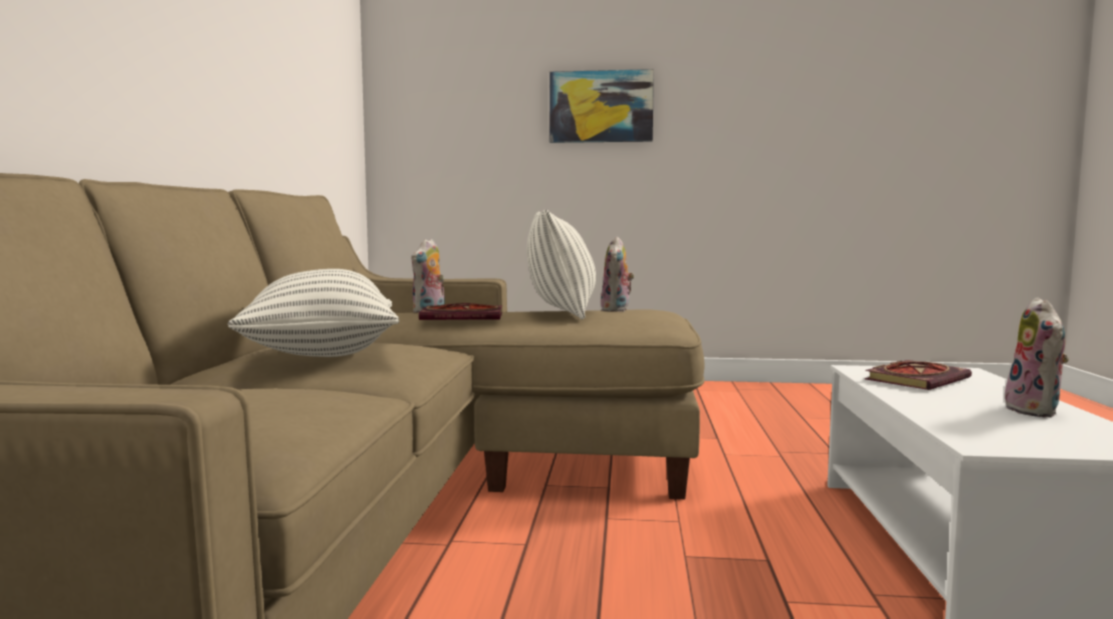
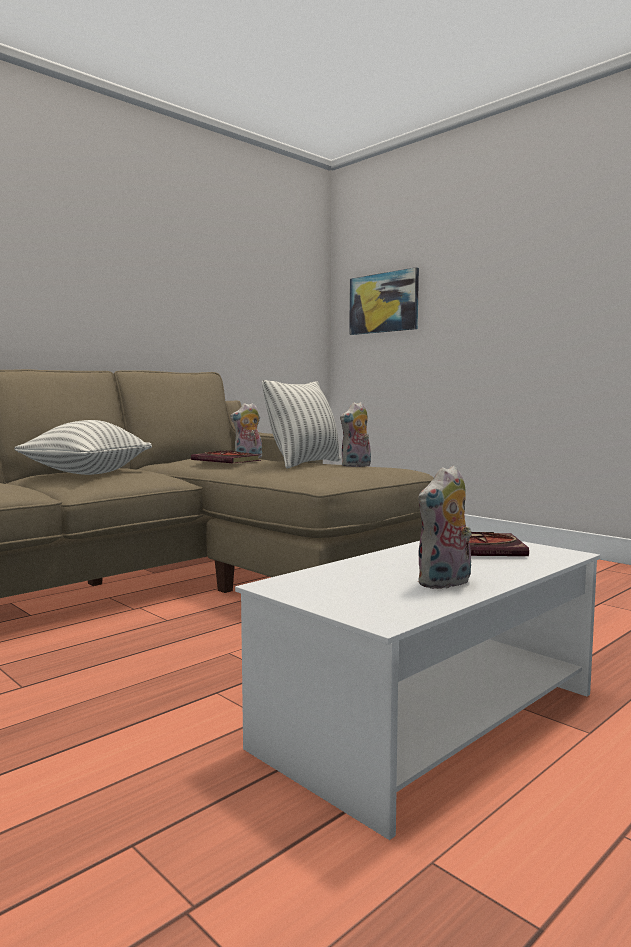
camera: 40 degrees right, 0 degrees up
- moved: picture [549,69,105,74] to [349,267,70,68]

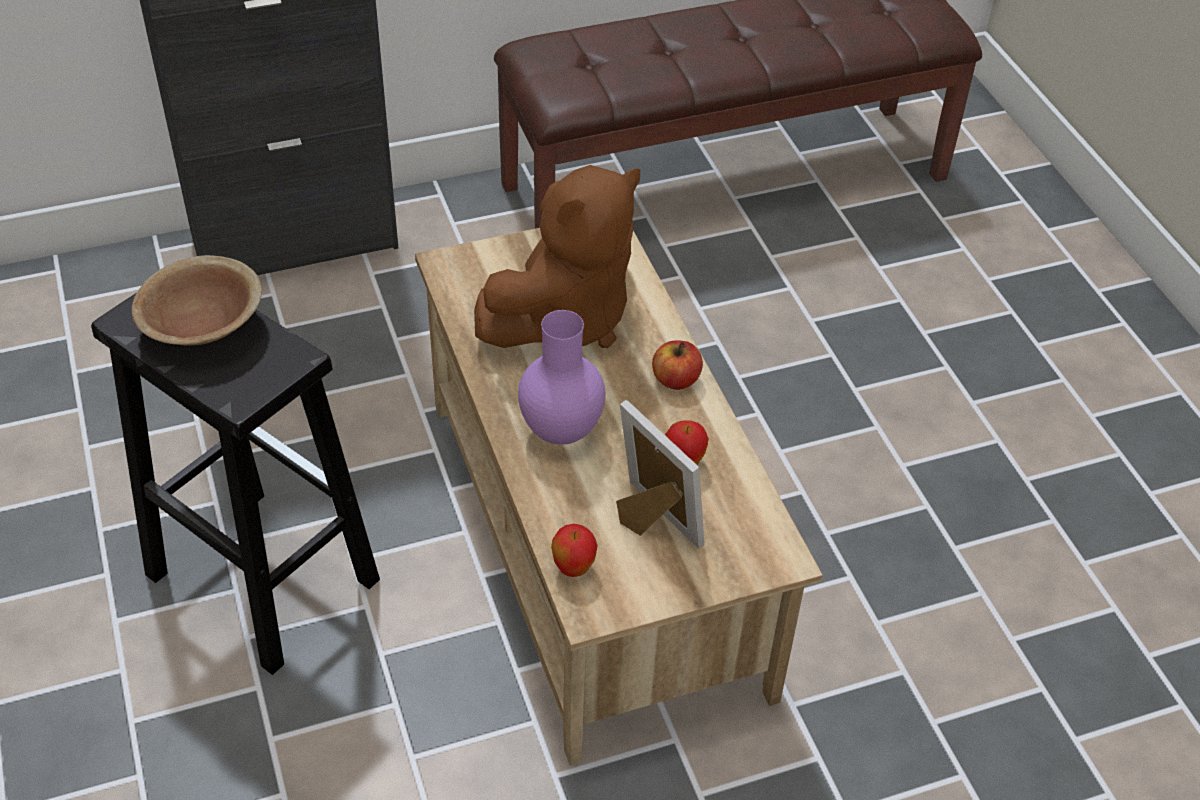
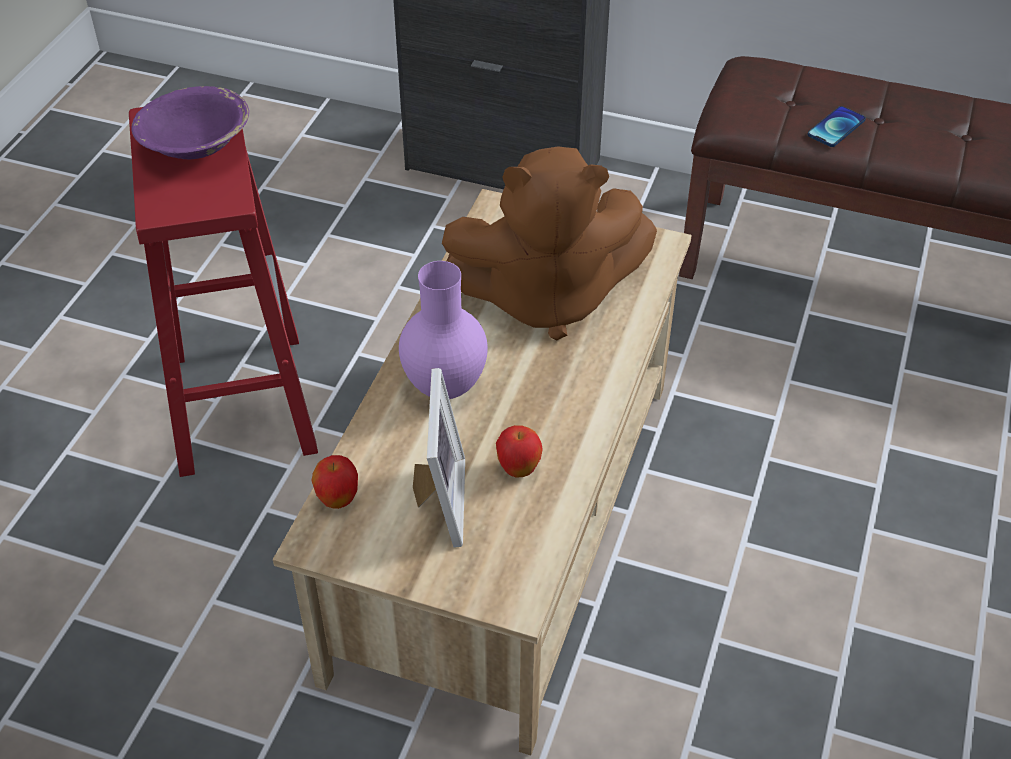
camera: 40 degrees right, 0 degrees up
- removed: apple [652,341,51,49]
- added: phone [807,106,59,41]
- recoloured: black stool [91,293,289,382] to red stool [129,107,189,370]
- recoloured: brown bowl [132,255,130,91] to purple bowl [131,86,118,74]

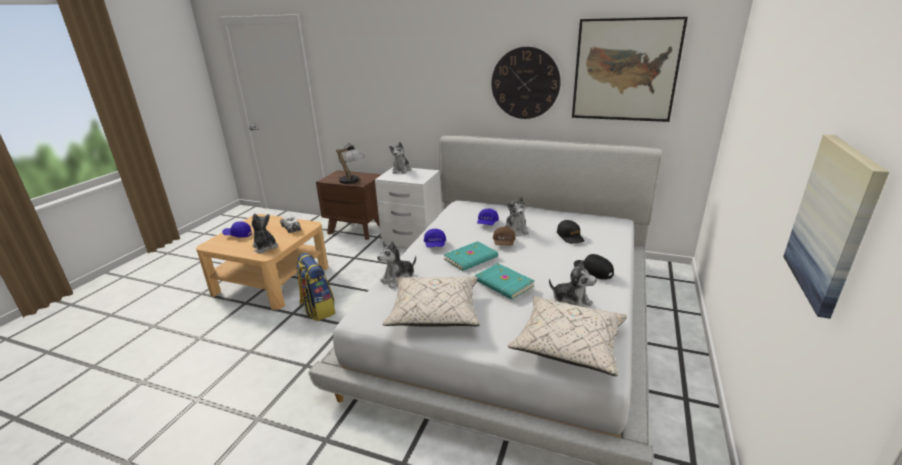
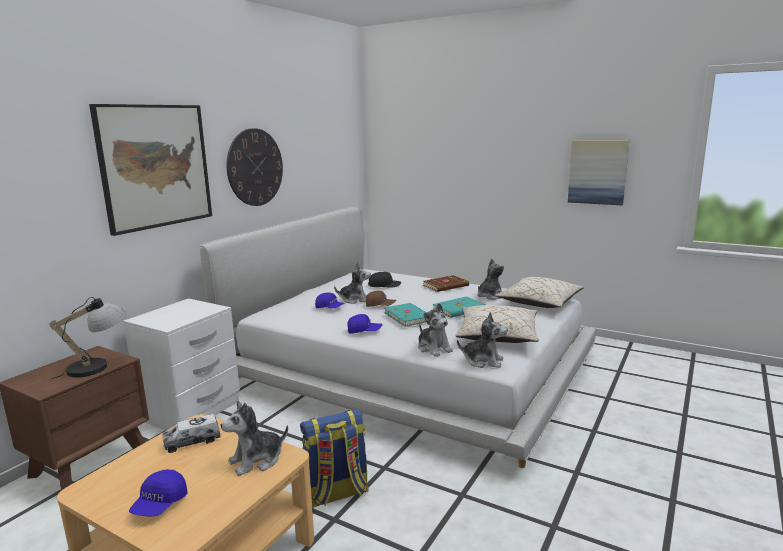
camera: 80 degrees left, 10 degrees down
- moved: plush toy [389,142,22,32] to [457,312,51,56]
- moved: picture [572,17,116,105] to [89,104,123,132]
- replaced: black cap [574,254,40,26] to brown book [423,275,46,17]

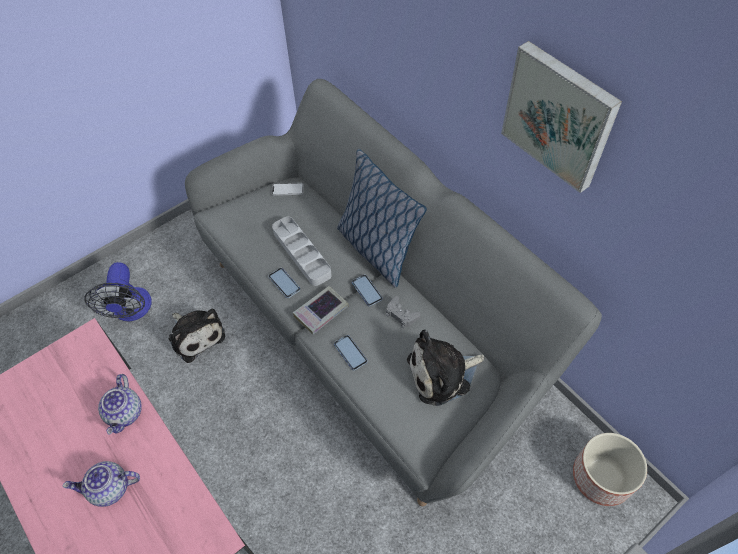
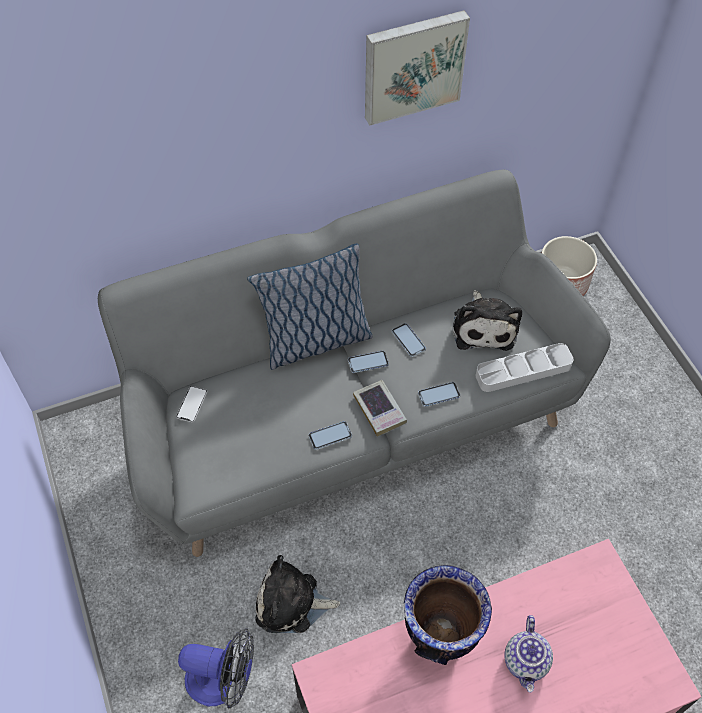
camera: 75 degrees left, 0 degrees up
- moved: grey tray [272,217,60,69] to [476,343,97,49]
- replaced: teapot [98,374,44,61] to vase [404,565,88,100]
- replaced: grey game controller [386,296,34,33] to phone [392,323,34,34]
- turned: plush toy [169,308,56,55] = [255,555,85,78] 150 degrees counterclockwise

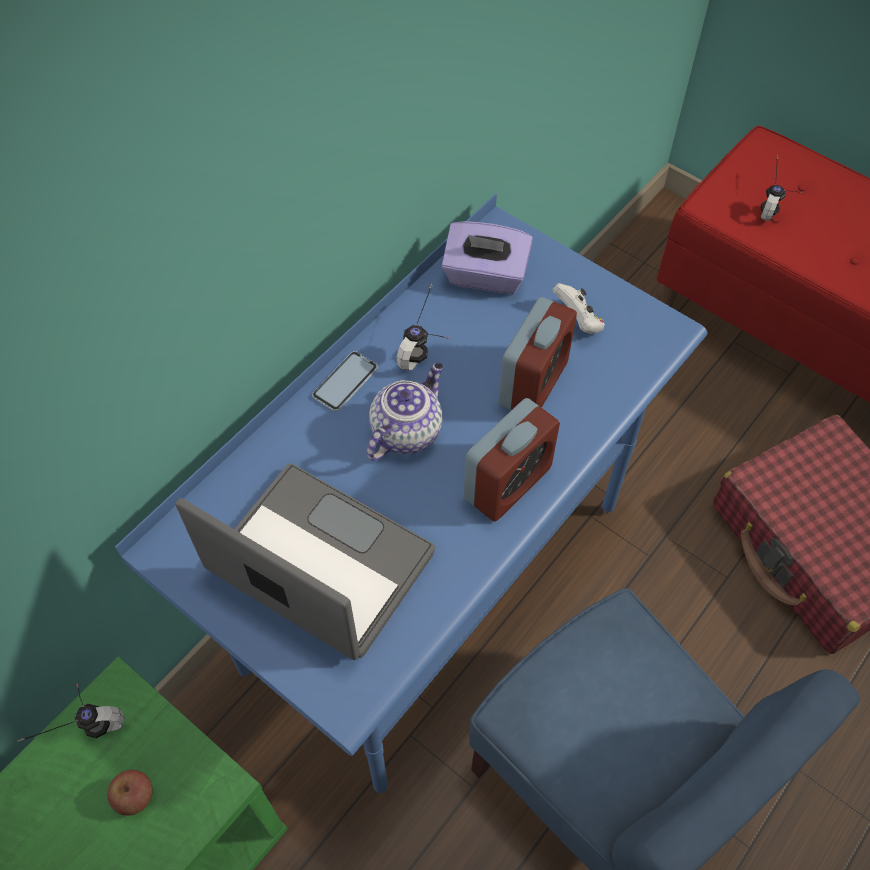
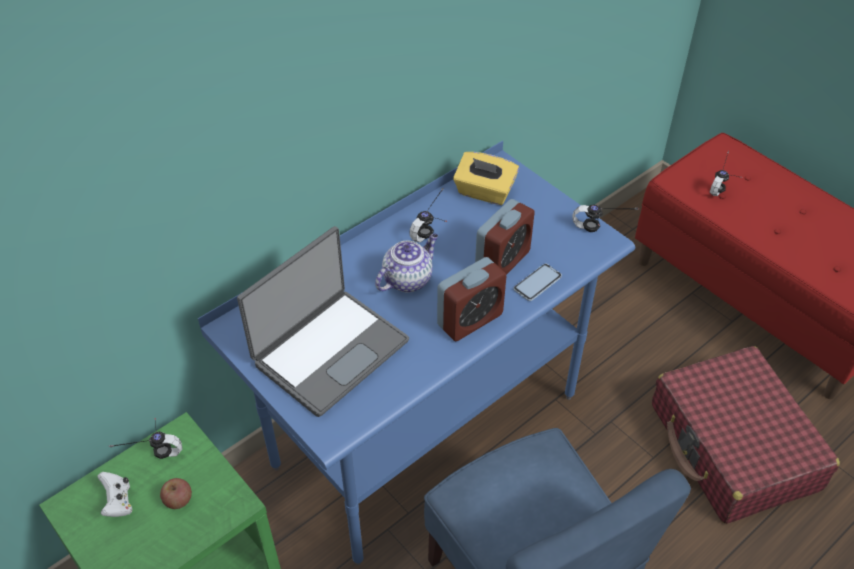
camera: 10 degrees right, 10 degrees down
- added: headphones [572,204,67,28]
- moved: phone [312,351,66,61] to [514,264,48,37]
- moved: white game controller [552,283,53,51] to [98,472,34,45]
- recoloured: purple tissue box [442,221,91,73] to yellow tissue box [453,152,66,53]
- turned: laptop [176,463,259,197] = [237,226,172,191] 90 degrees clockwise

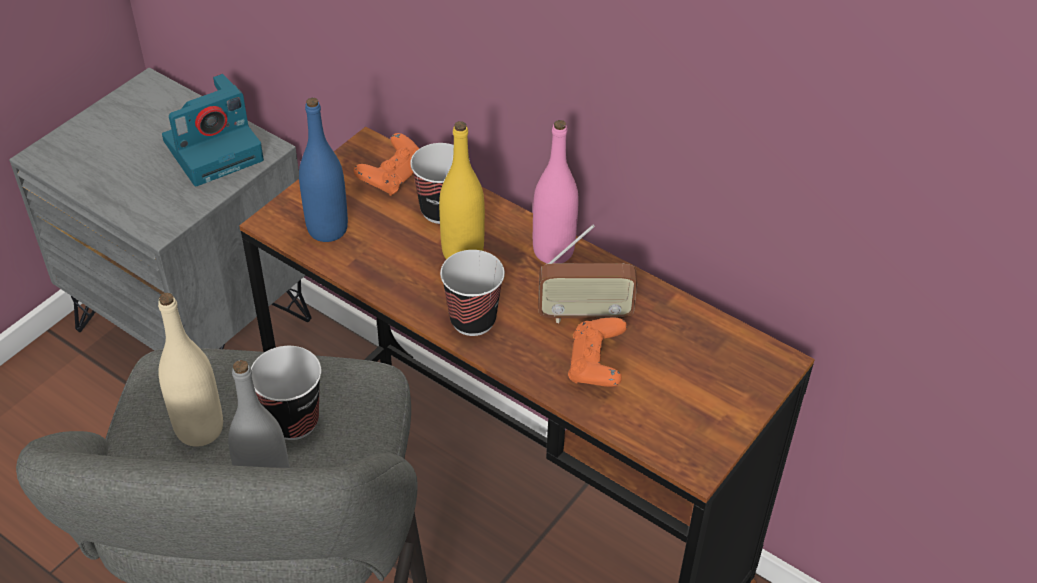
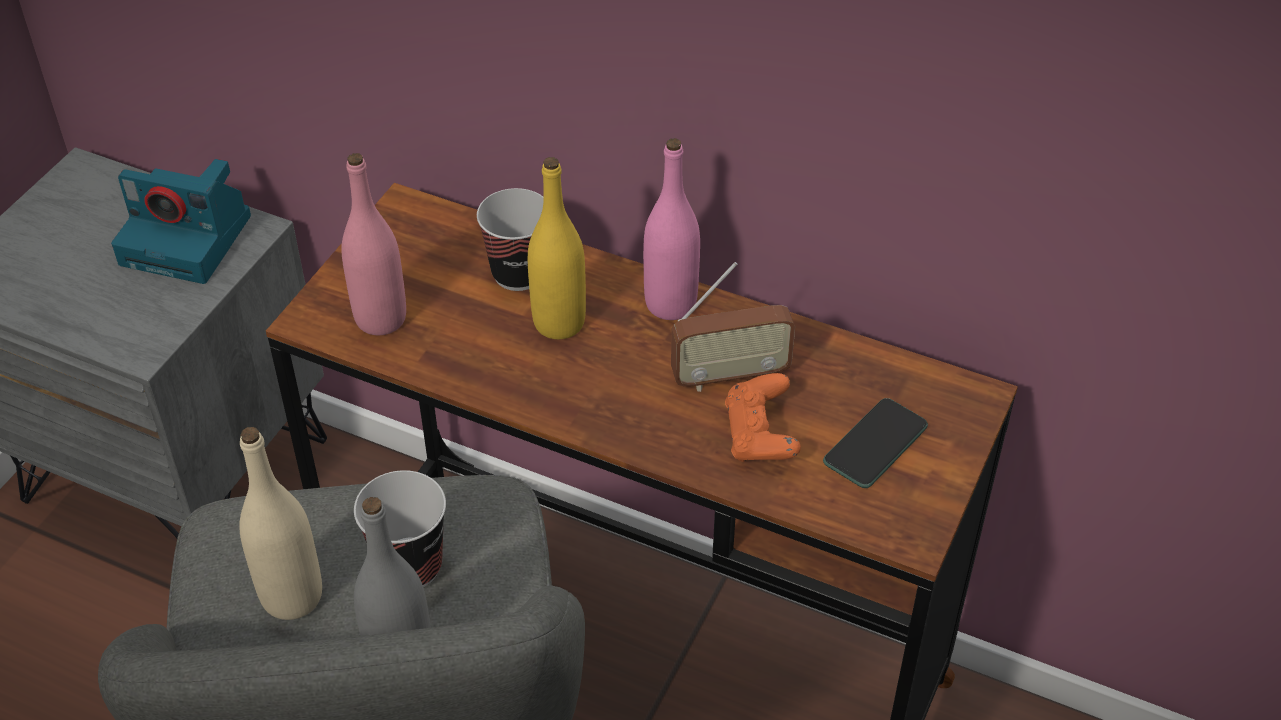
camera: 10 degrees left, 0 degrees up
- removed: orange game controller [354,133,66,63]
- removed: cup [440,250,65,86]
- added: phone [823,398,105,90]
- recoloured: blue bottle [299,98,49,144] to pink bottle [342,153,64,182]
- turned: photo camera [162,74,102,112] = [111,159,140,125] 60 degrees clockwise

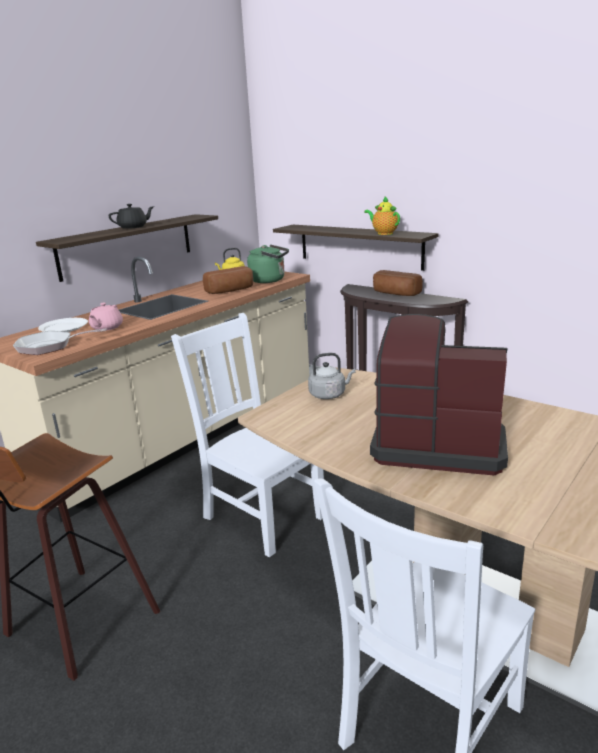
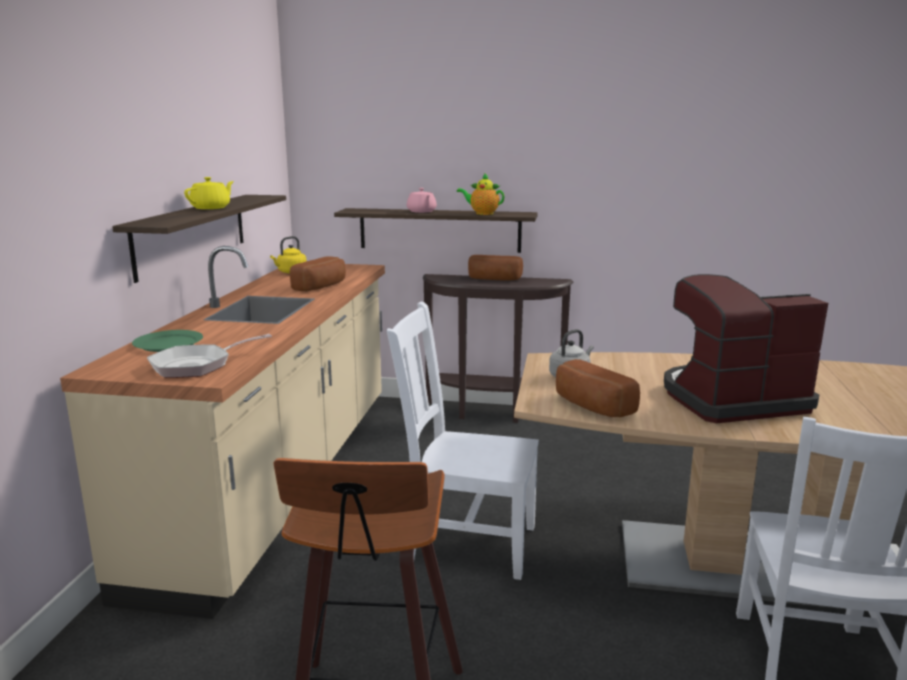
camera: 30 degrees left, 5 degrees down
- removed: green kettle [247,245,42,38]
- added: bread [556,359,84,58]
- moved: pink teapot [89,303,34,28] to [407,188,30,25]
- recoloured: white plate [38,318,50,14] to green plate [132,330,71,22]
- recoloured: black teapot [109,204,45,25] to yellow teapot [184,177,50,32]

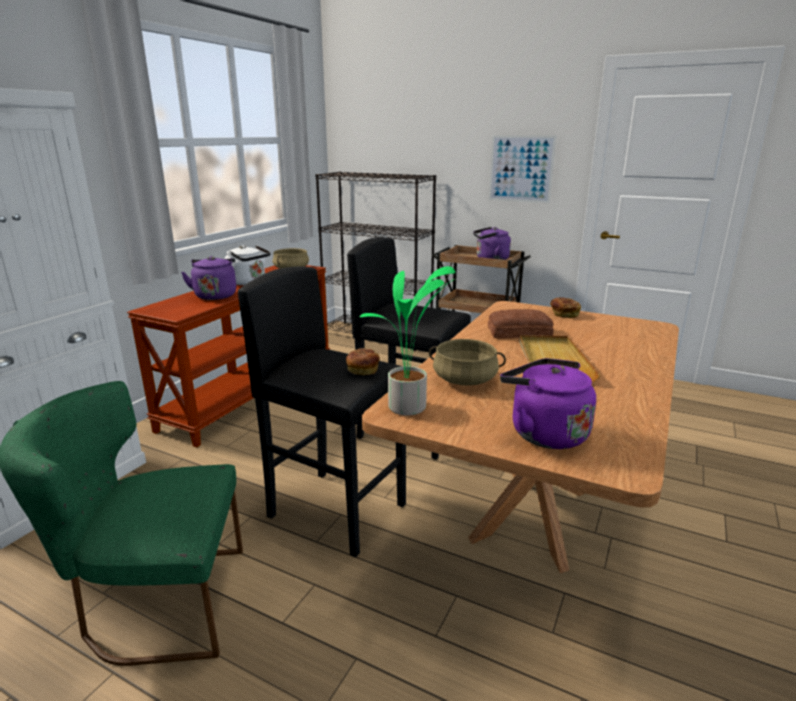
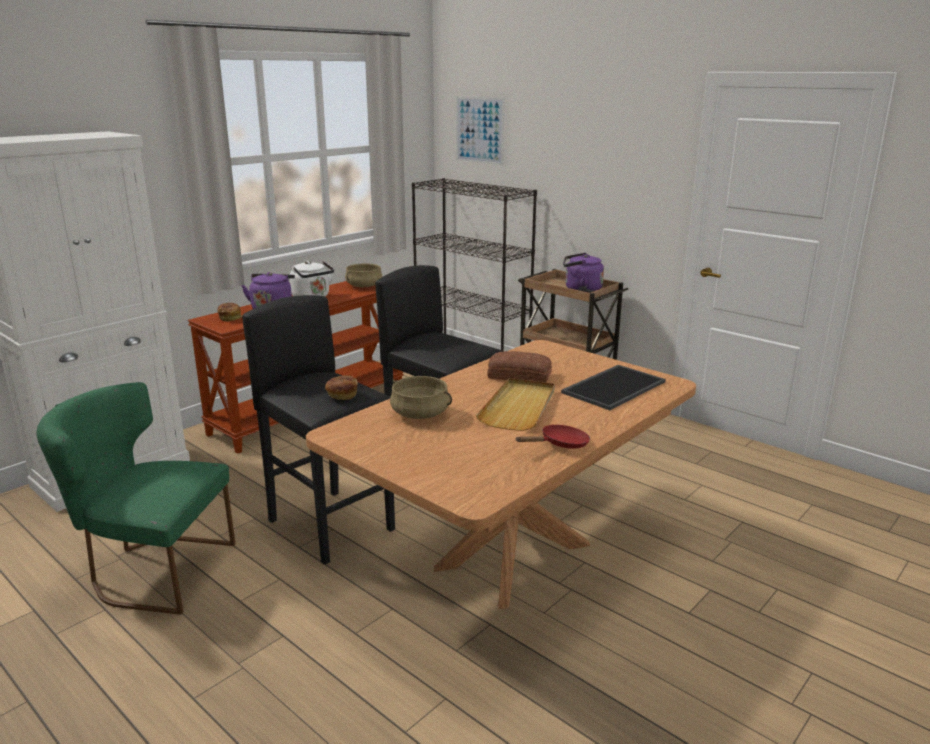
camera: 15 degrees right, 0 degrees up
- removed: potted plant [360,266,95,150]
- removed: purple kettle [500,358,96,91]
- added: red frying pan [515,424,75,25]
- added: tray [561,365,105,45]
- moved: picture [489,135,67,68] to [456,96,49,69]
- moved: bread [550,297,31,21] to [217,303,25,18]

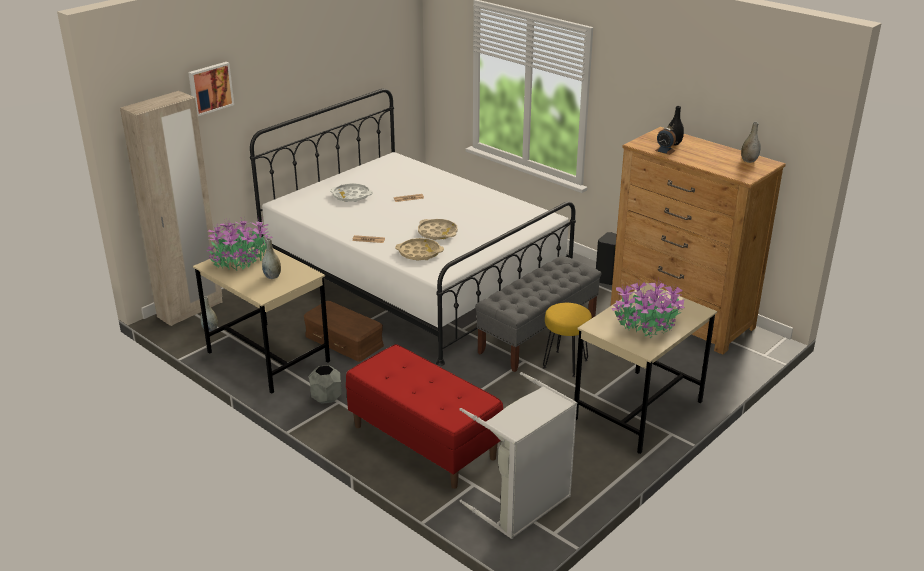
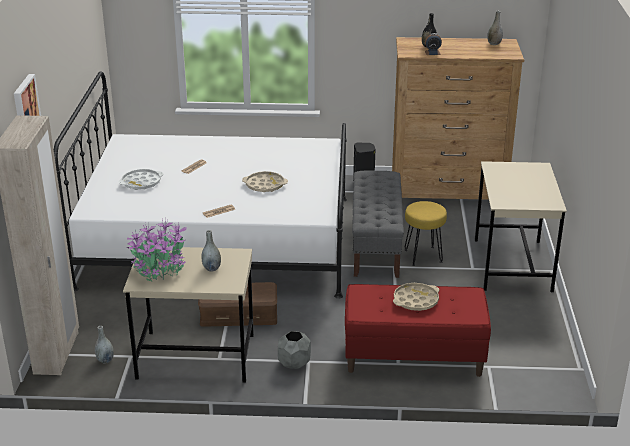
camera: 40 degrees left, 0 degrees up
- removed: grey laundry basket [459,372,118,167]
- removed: potted plant [612,279,73,59]
- moved: beige tray [395,238,49,23] to [393,283,46,28]

